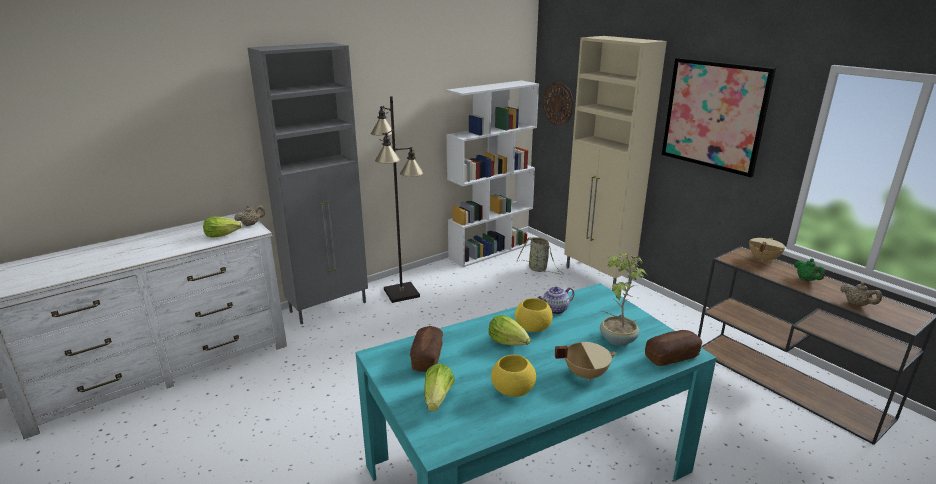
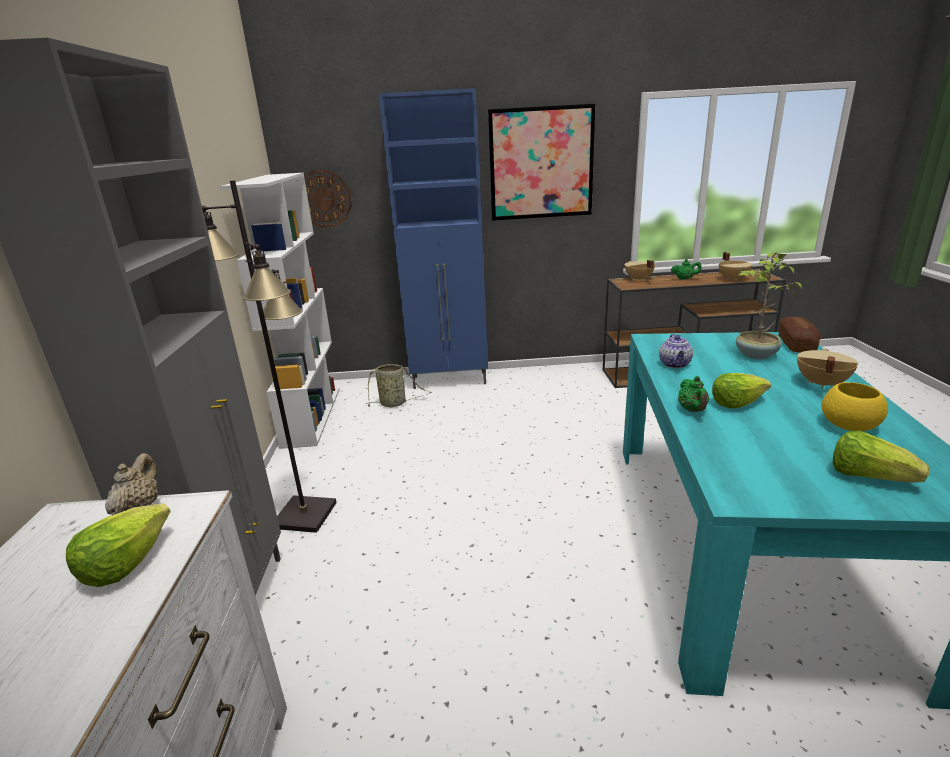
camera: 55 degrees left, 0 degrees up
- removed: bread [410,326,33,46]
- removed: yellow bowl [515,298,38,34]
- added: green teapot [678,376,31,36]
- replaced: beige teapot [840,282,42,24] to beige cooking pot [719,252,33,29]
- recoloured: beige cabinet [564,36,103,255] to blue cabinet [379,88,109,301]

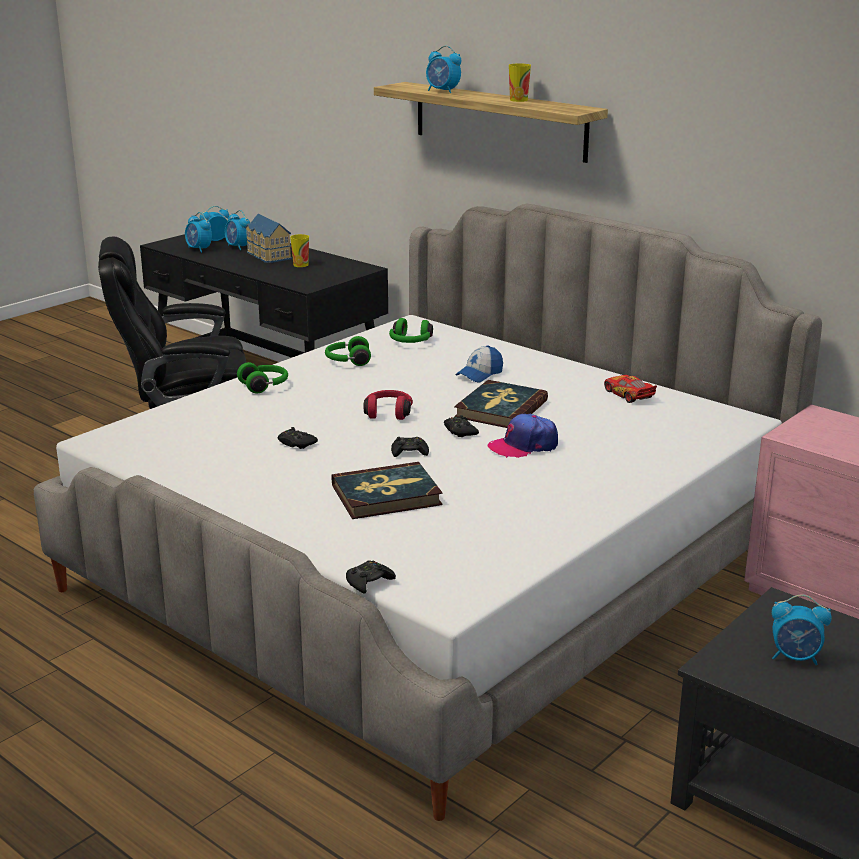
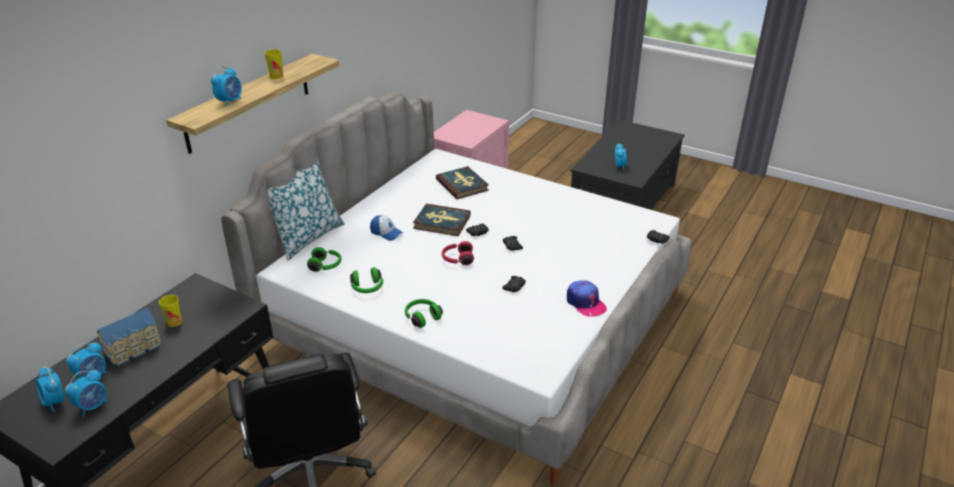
camera: 100 degrees left, 10 degrees up
- removed: toy car [604,375,53,28]
- added: pillow [256,161,89,100]
- moved: book [331,462,112,57] to [436,166,53,33]
- moved: cap [487,414,71,44] to [567,281,40,36]

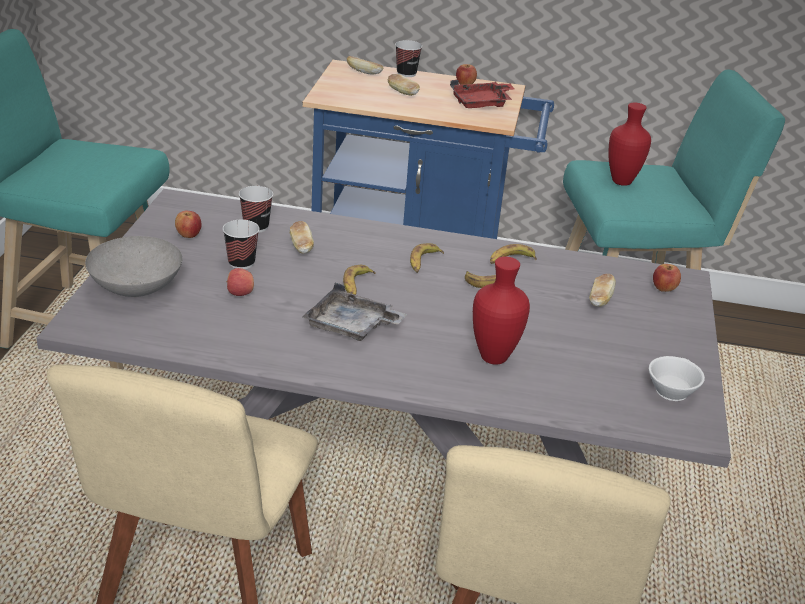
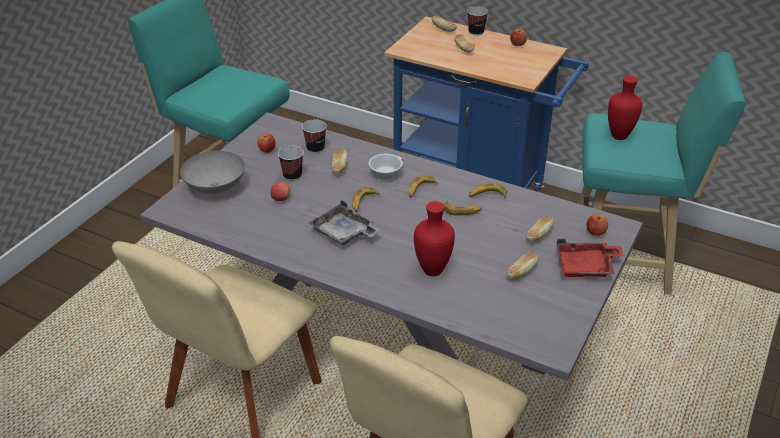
camera: 20 degrees right, 5 degrees up
- added: bread [506,252,33,27]
- moved: red tray [450,80,64,28] to [556,239,68,38]
- moved: white cup [649,356,56,45] to [369,154,35,27]

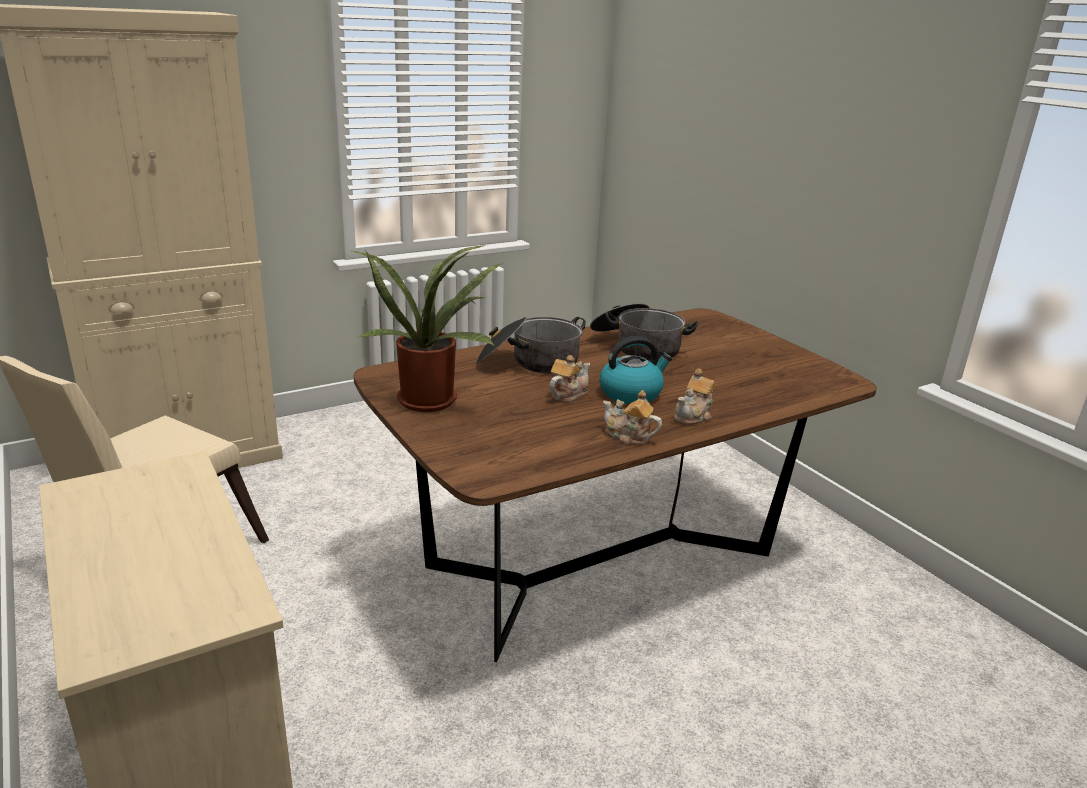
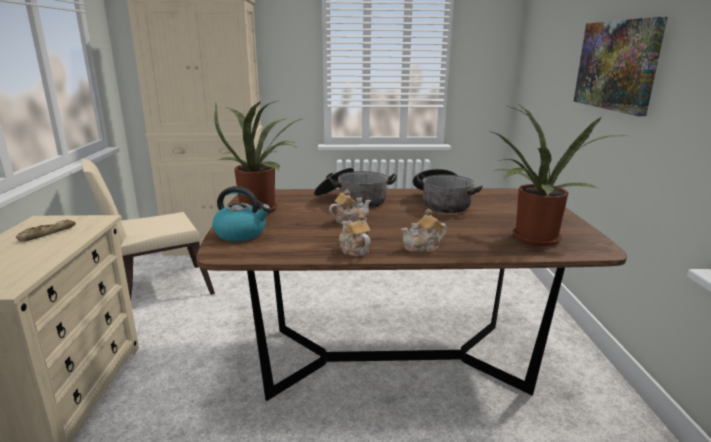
camera: 30 degrees right, 5 degrees down
- added: bread [16,219,60,23]
- added: potted plant [489,103,139,143]
- added: picture [574,17,94,99]
- moved: kettle [600,336,72,68] to [212,186,59,55]

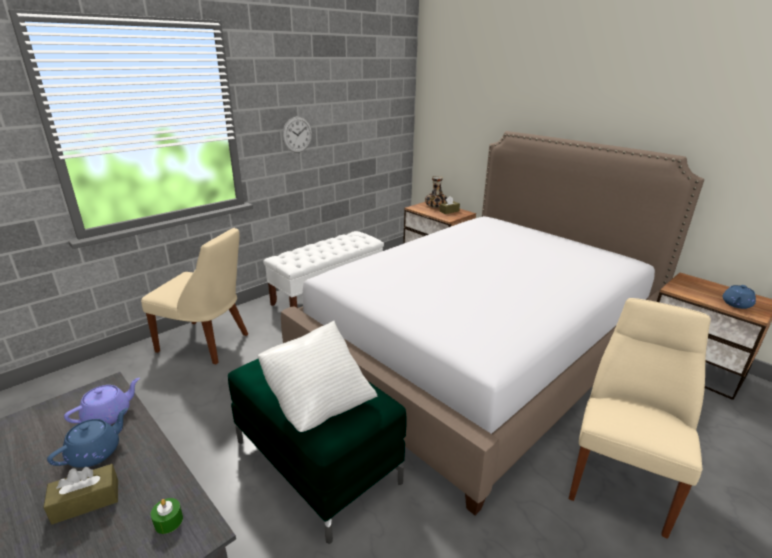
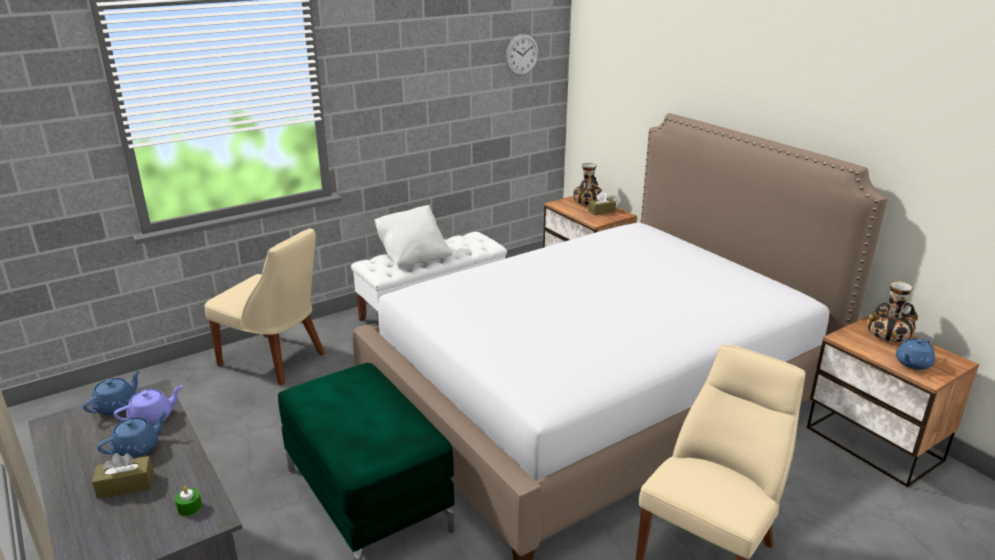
camera: 10 degrees right, 0 degrees up
- added: blue teapot [83,370,58,45]
- added: vase [867,281,51,61]
- moved: white pillow [258,321,119,111] to [374,205,79,60]
- moved: wall clock [282,117,30,36] to [506,34,32,42]

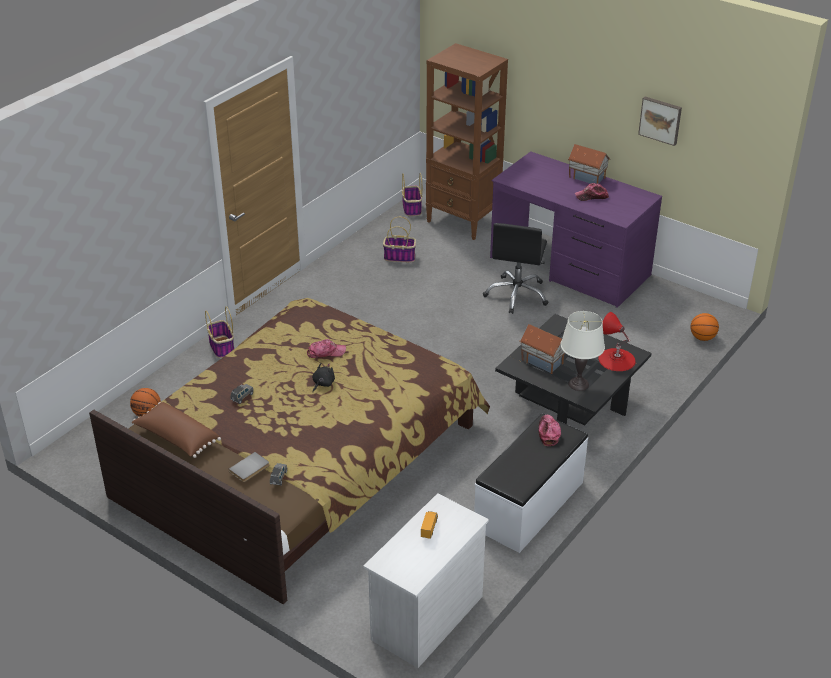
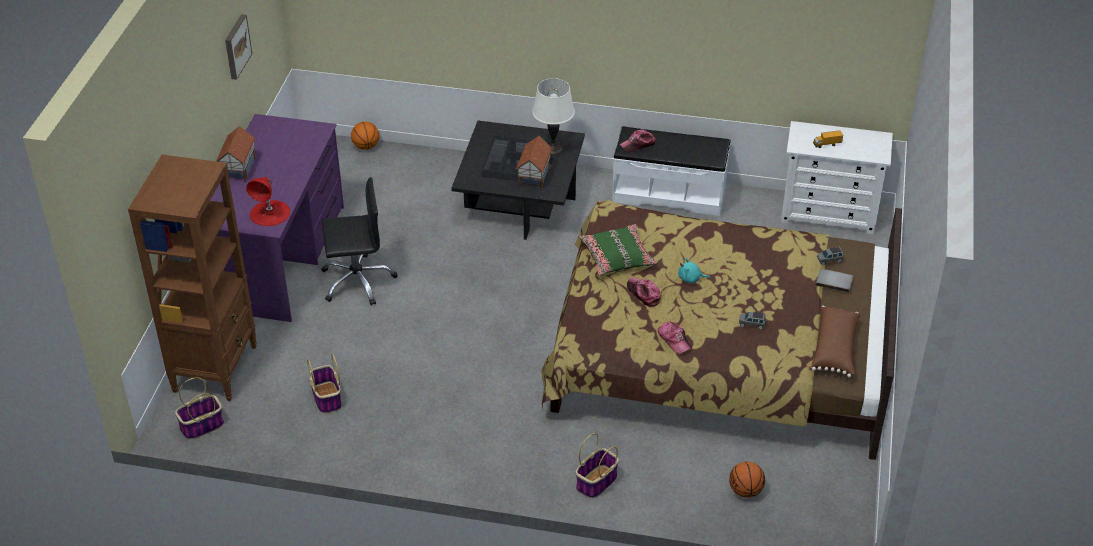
camera: 115 degrees left, 5 degrees up
- added: green pillow [579,224,79,52]
- moved: cap [575,183,34,18] to [658,321,34,33]
- moved: red table lamp [598,312,38,59] to [246,177,44,49]
- recoloured: black plush toy [312,363,23,29] to turquoise plush toy [678,258,32,25]

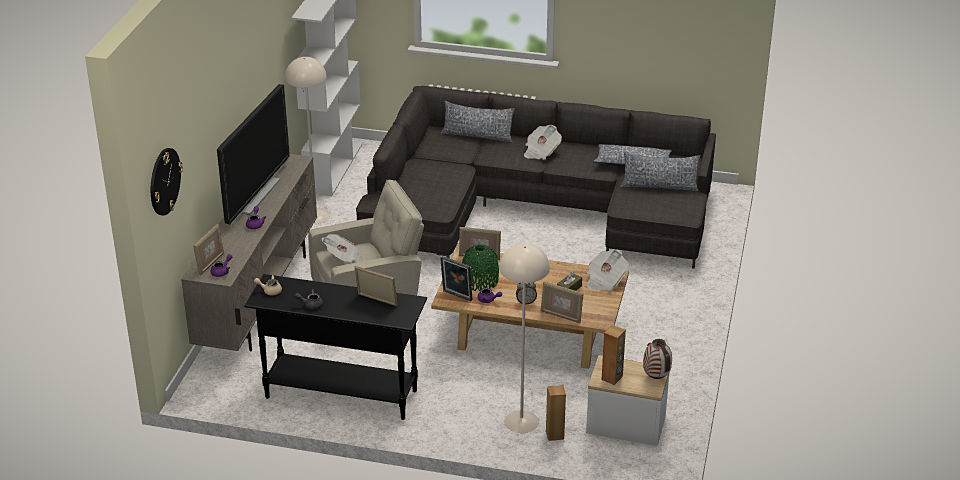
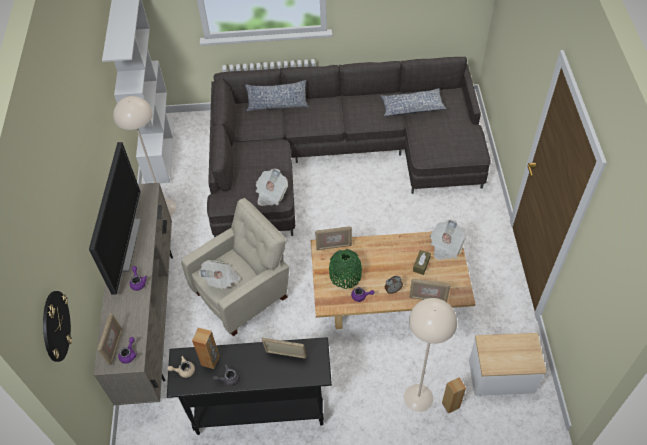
camera: 15 degrees left, 20 degrees up
- removed: picture frame [440,256,32,45]
- removed: pillow [620,152,80,39]
- removed: vase [643,339,29,40]
- moved: newspaper [524,125,38,35] to [256,169,32,37]
- moved: brown speaker [602,325,24,60] to [192,328,28,41]

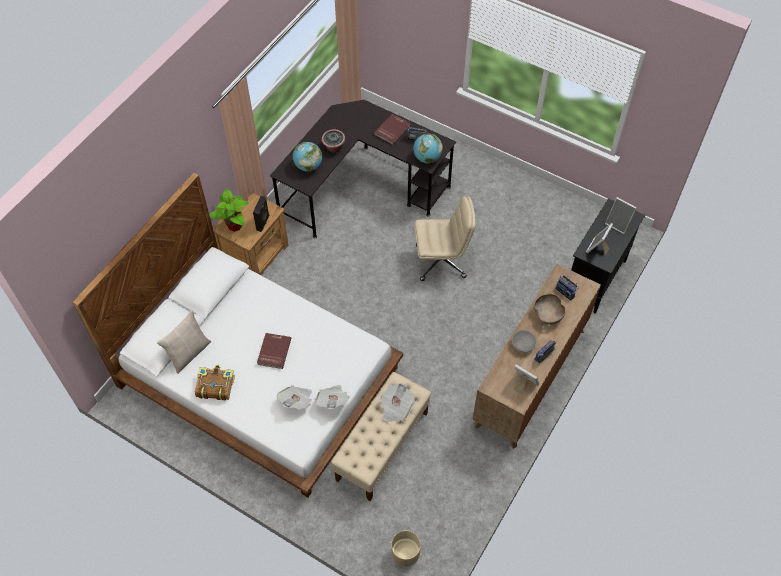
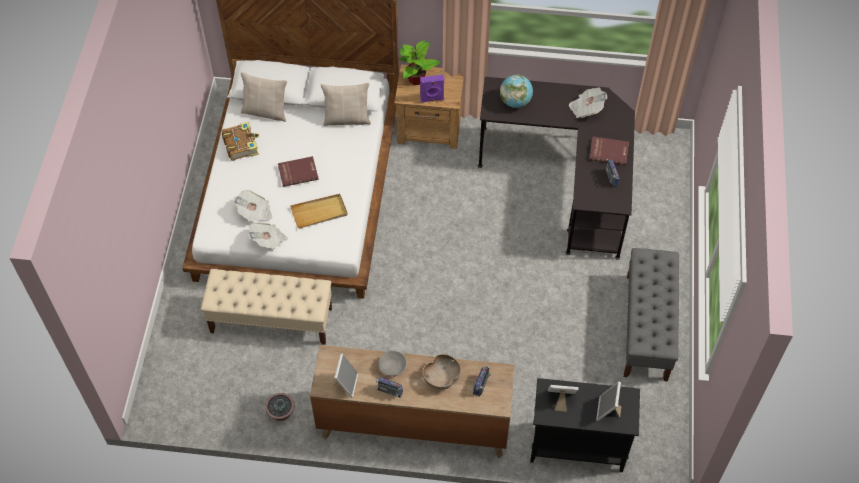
camera: 65 degrees right, 0 degrees up
- removed: beige planter [391,531,30,35]
- removed: globe [413,134,30,29]
- removed: beige office chair [414,196,61,85]
- added: beige tray [290,194,58,35]
- added: beige pillow [321,82,50,44]
- added: grey bench [624,248,55,133]
- moved: potted plant [322,129,23,24] to [265,393,29,28]
- moved: newspaper [381,383,34,39] to [569,87,39,31]
- recoloured: black speaker [253,196,16,36] to purple speaker [420,75,25,28]

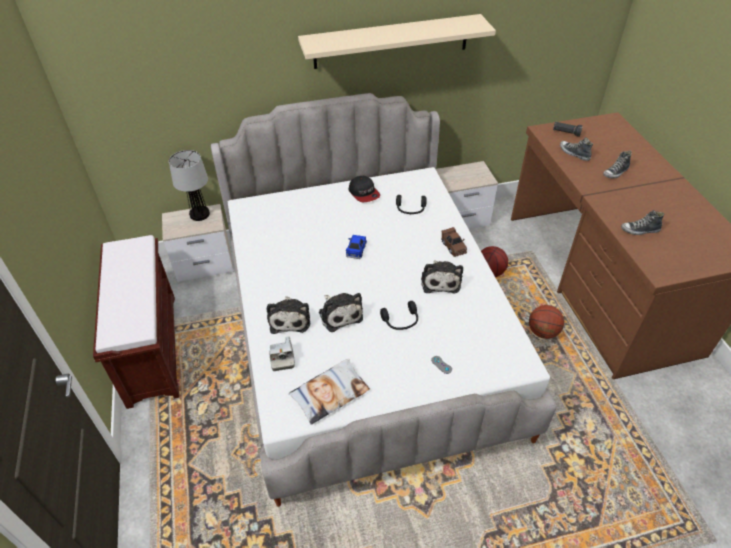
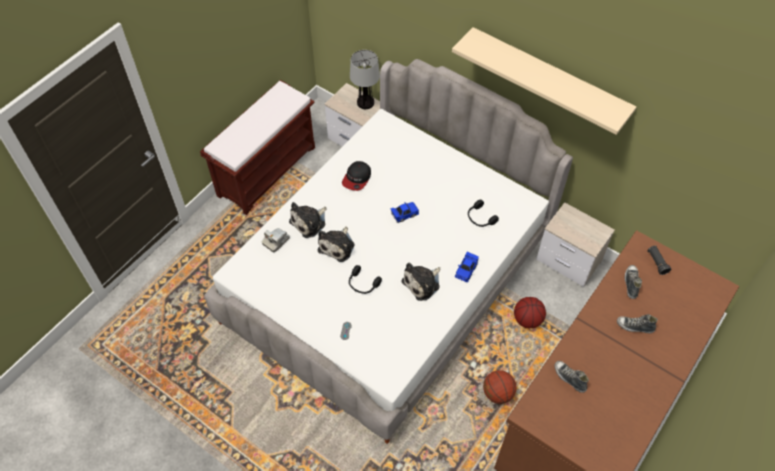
camera: 50 degrees right, 10 degrees up
- removed: pillow [289,359,81,66]
- moved: cap [349,176,31,26] to [342,161,29,30]
- recoloured: brown toy car [441,227,26,30] to blue toy car [455,252,24,30]

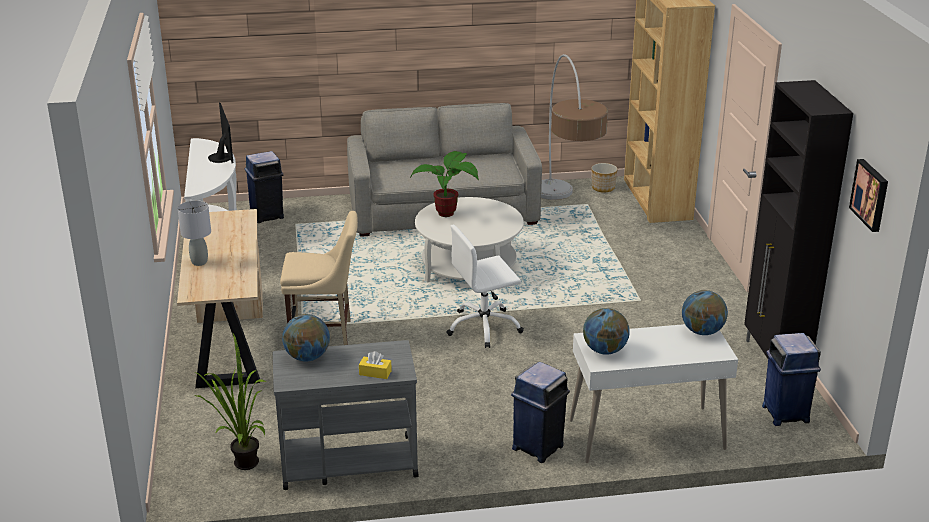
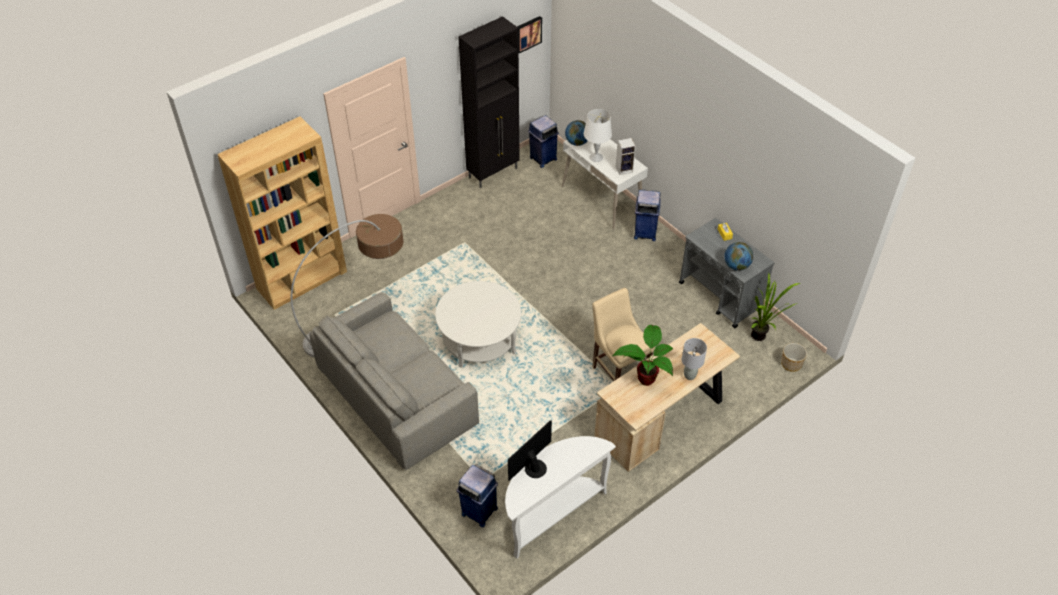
camera: 120 degrees left, 20 degrees up
- removed: white office chair [446,225,78,123]
- added: white table lamp [584,109,28,53]
- moved: potted plant [411,151,68,66] to [613,325,60,61]
- moved: planter [591,163,26,29] to [781,343,26,29]
- replaced: globe [583,308,47,47] to speaker [615,138,21,37]

